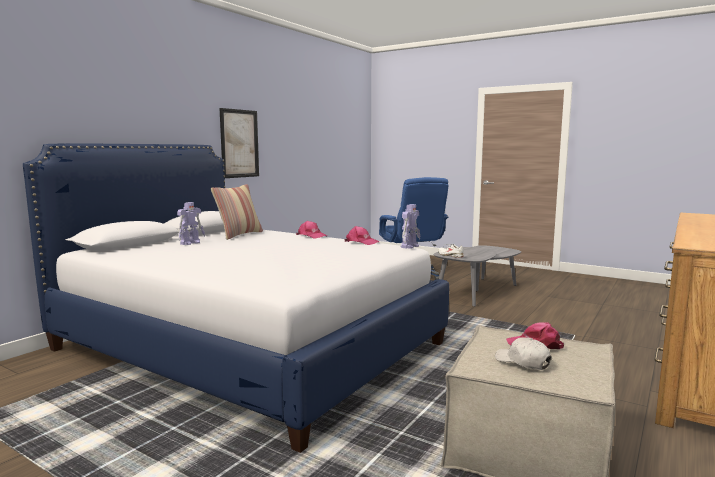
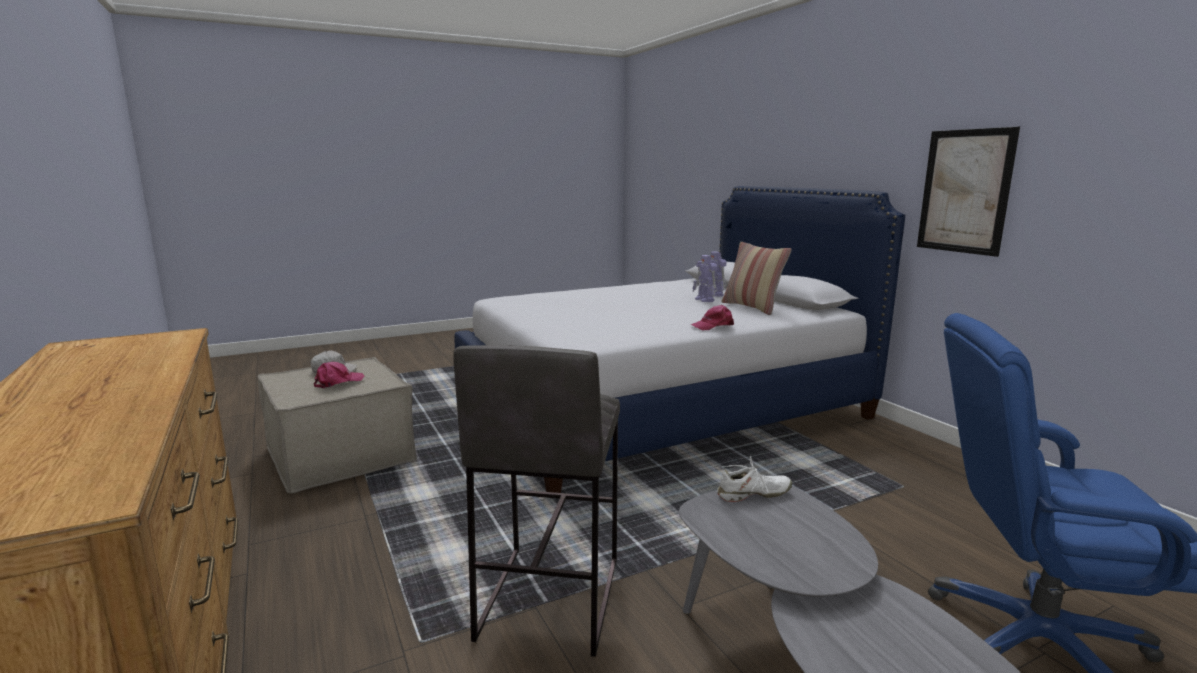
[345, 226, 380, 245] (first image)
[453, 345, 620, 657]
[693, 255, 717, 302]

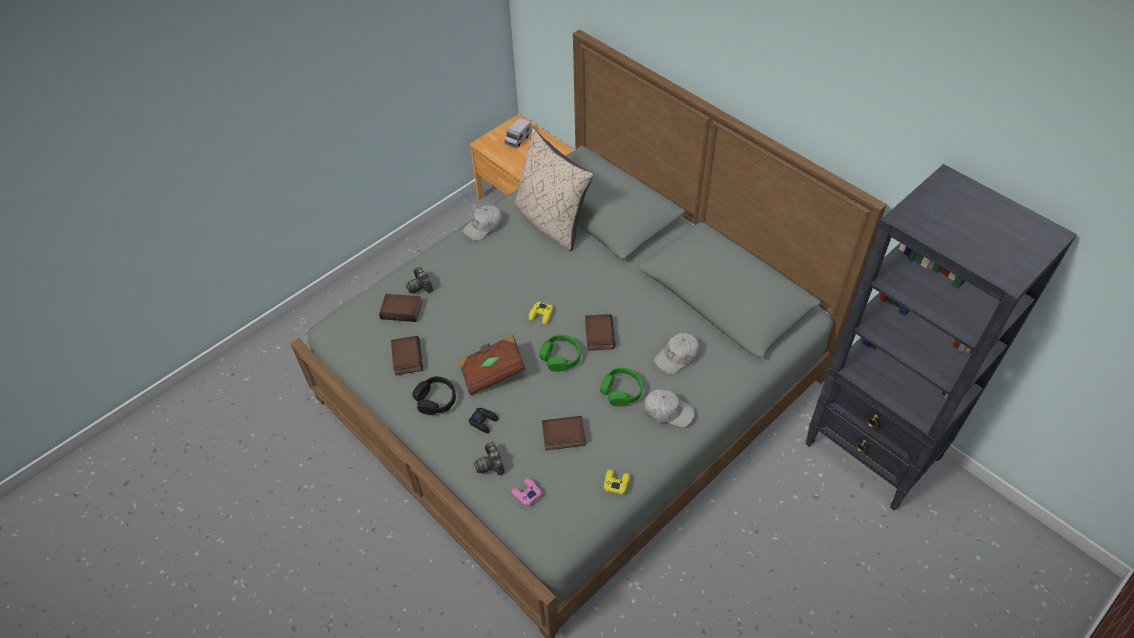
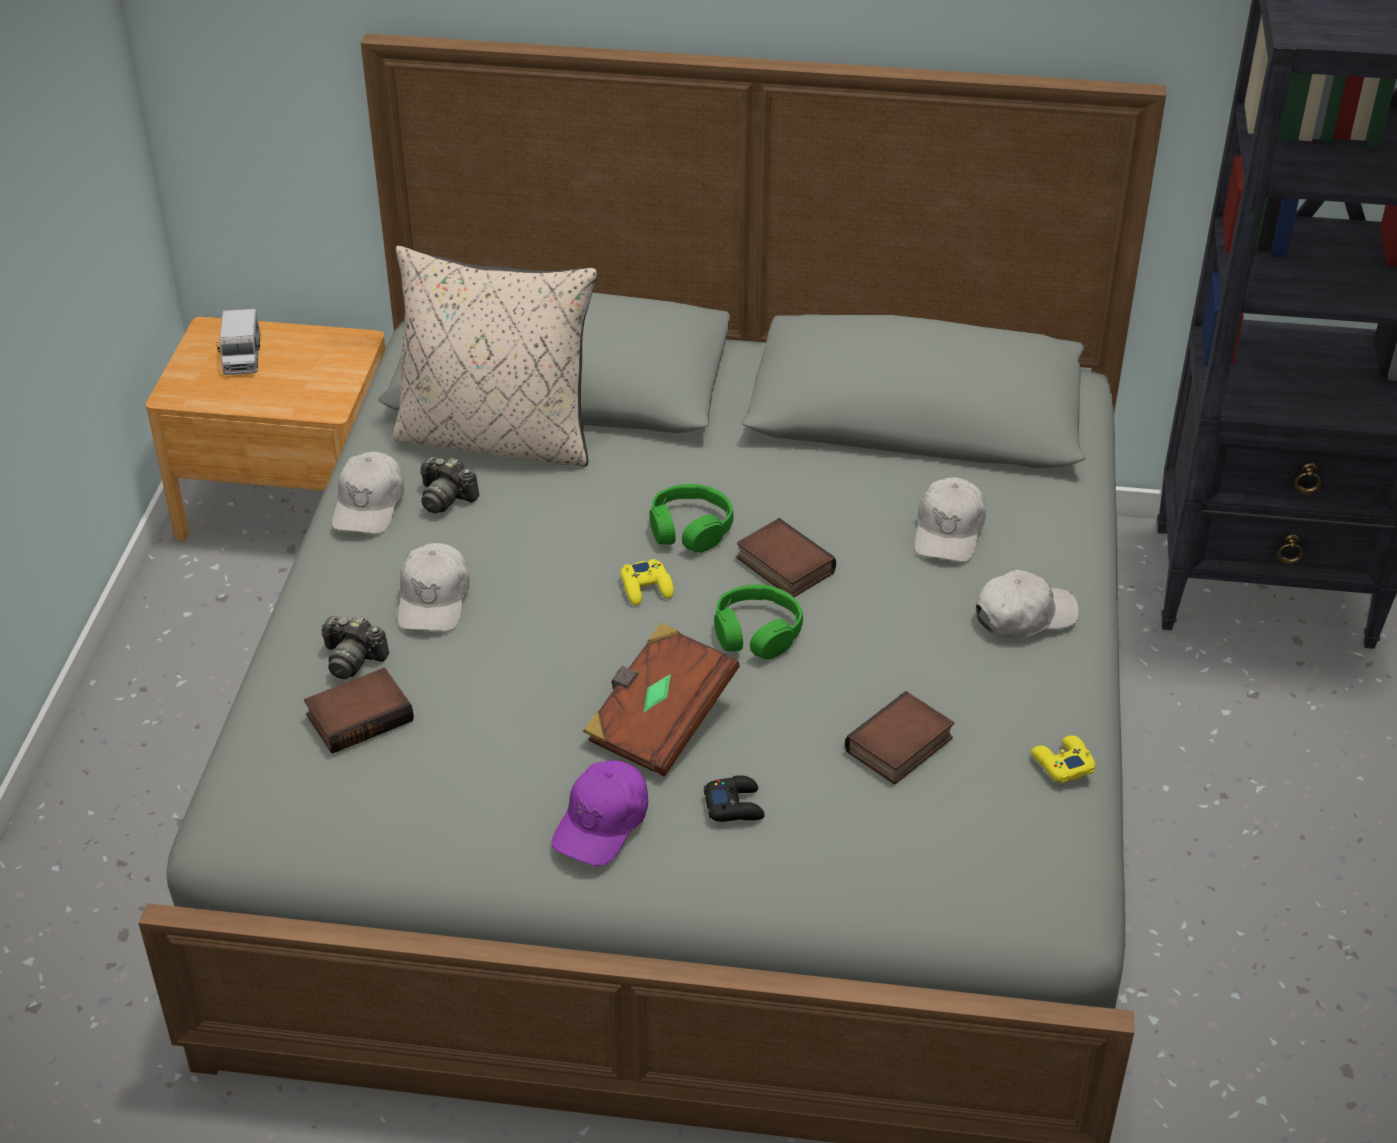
[391, 336, 423, 375] (first image)
[511, 478, 542, 506] (first image)
[397, 543, 470, 632]
[420, 456, 479, 514]
[649, 484, 734, 553]
[552, 760, 648, 866]

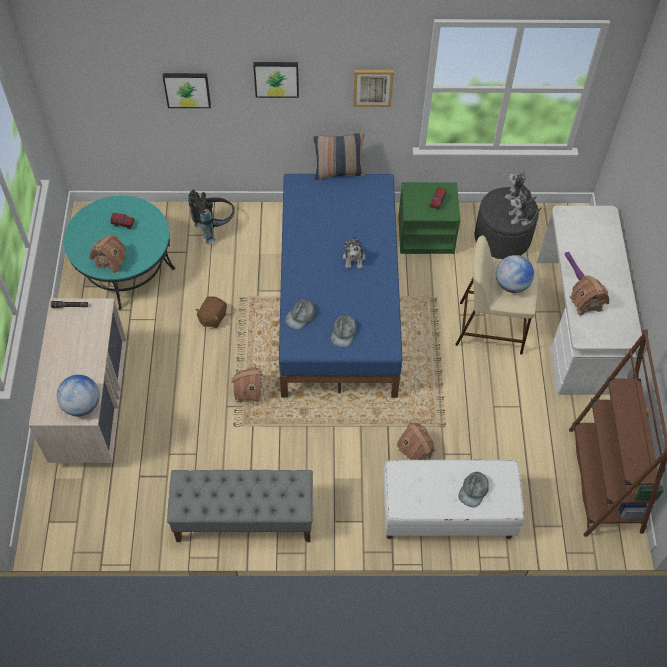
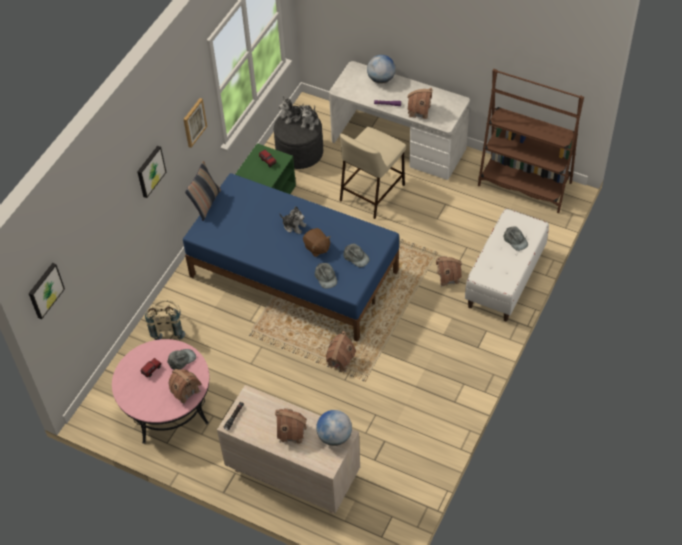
[167, 470, 313, 542] (first image)
[168, 349, 196, 370]
[275, 408, 307, 444]
[29, 263, 65, 319]
[303, 228, 331, 257]
[367, 55, 396, 84]
[112, 339, 209, 444]
[145, 300, 185, 340]

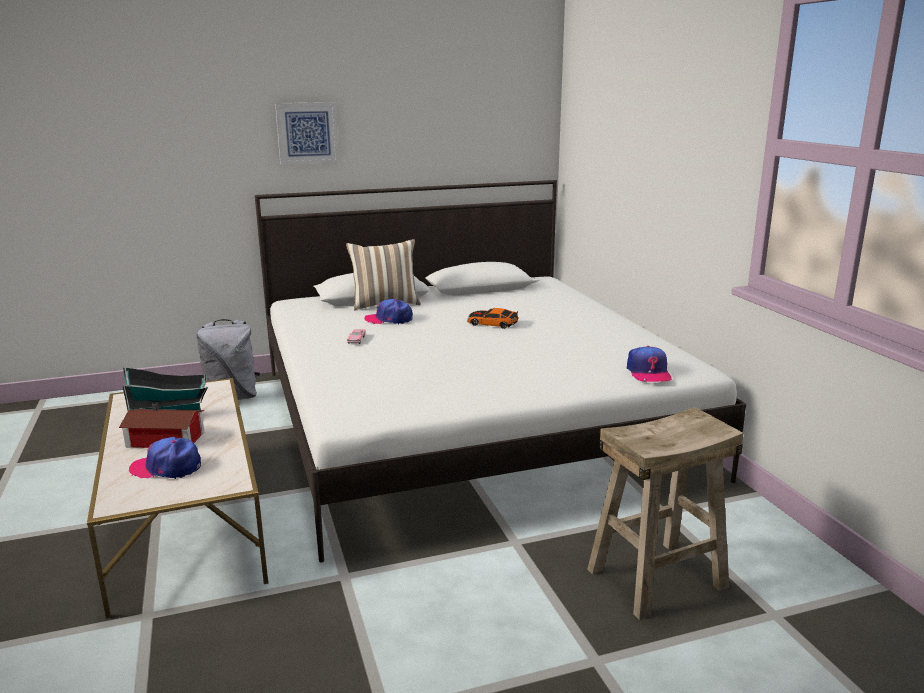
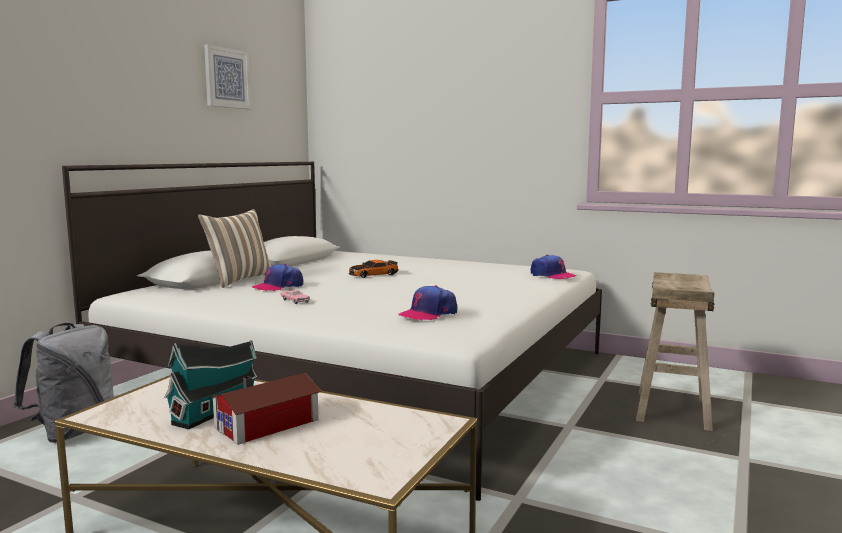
[398, 285, 457, 321]
[204, 44, 251, 109]

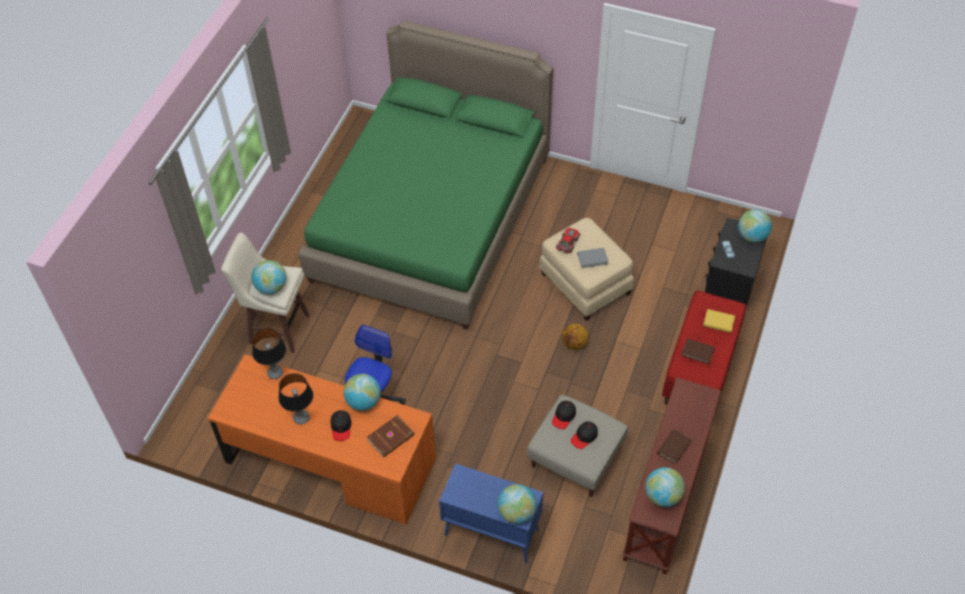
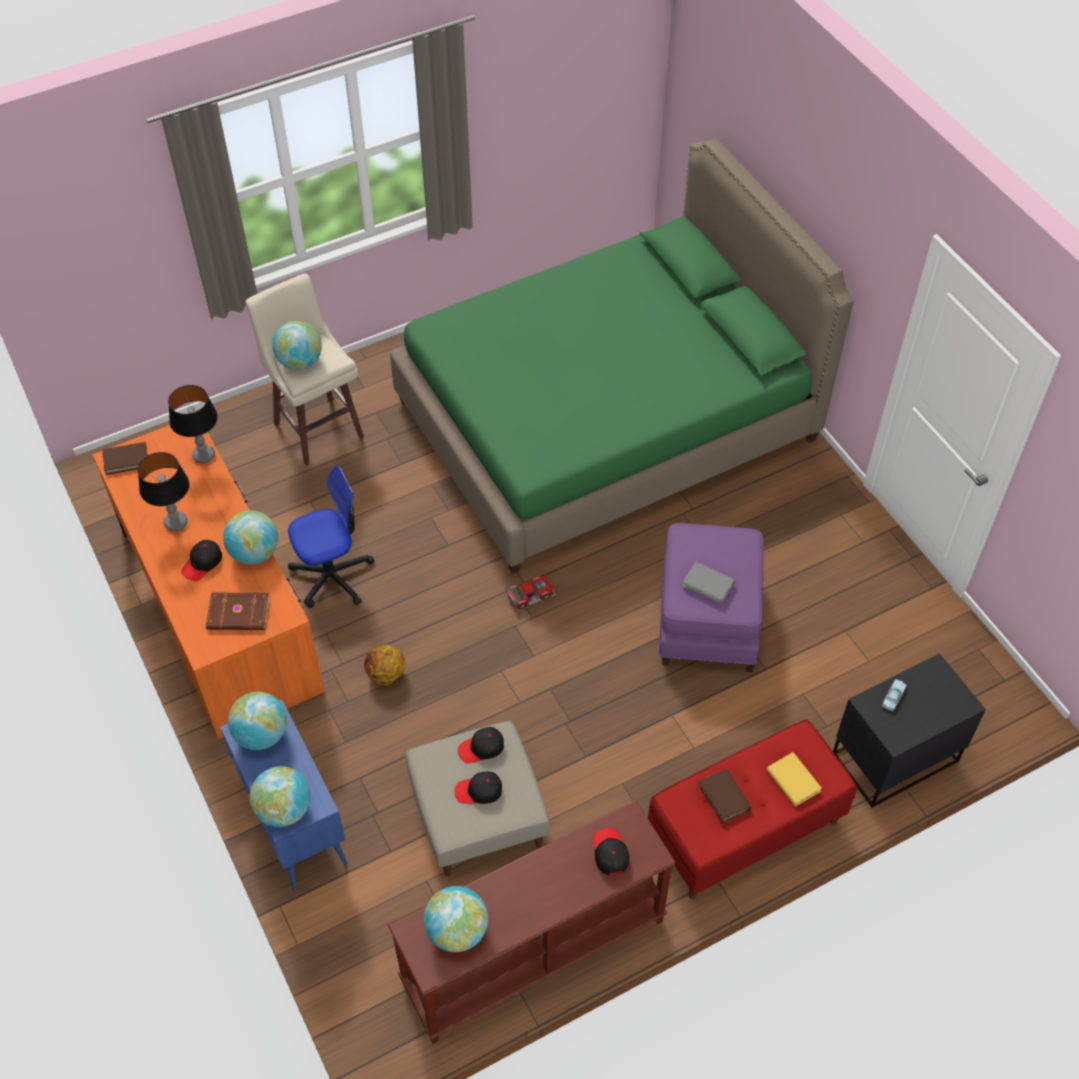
[593, 828, 629, 875]
[505, 576, 556, 609]
[364, 645, 406, 686]
[102, 442, 147, 475]
[228, 692, 287, 750]
[658, 523, 763, 672]

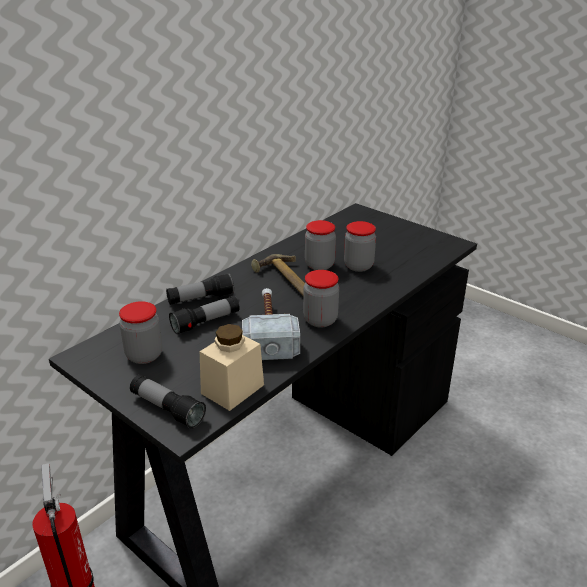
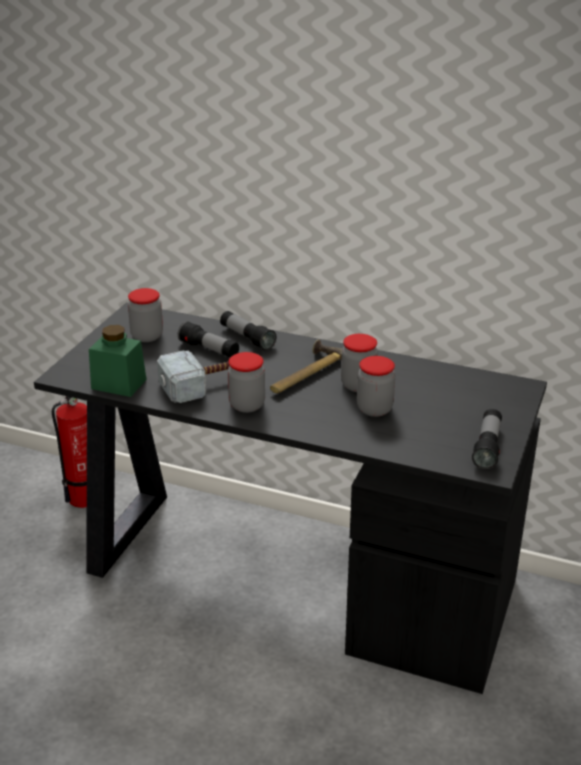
[472, 409, 502, 469]
[89, 325, 147, 397]

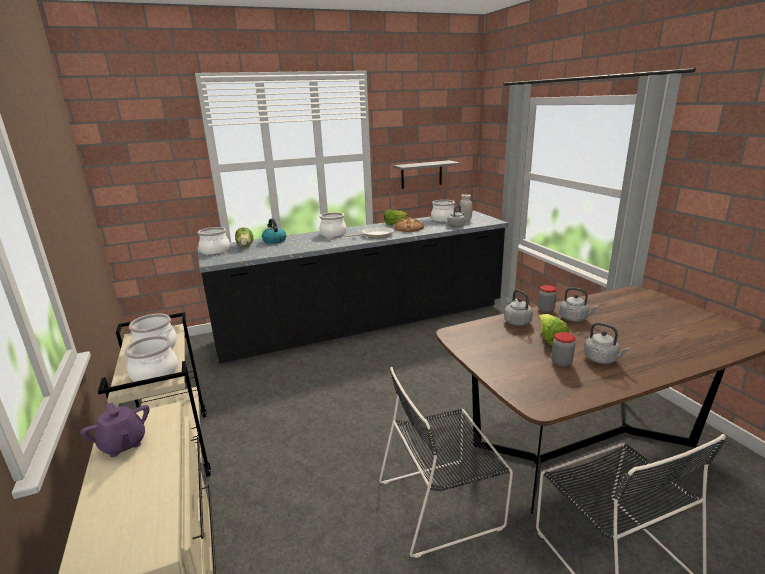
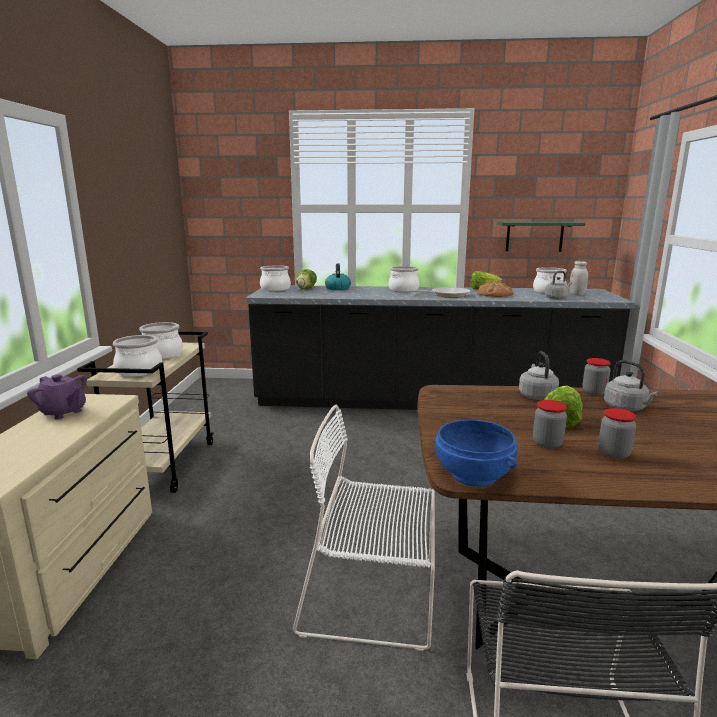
[435, 420, 518, 487]
[598, 408, 636, 459]
[293, 405, 435, 651]
[497, 222, 585, 252]
[27, 375, 87, 419]

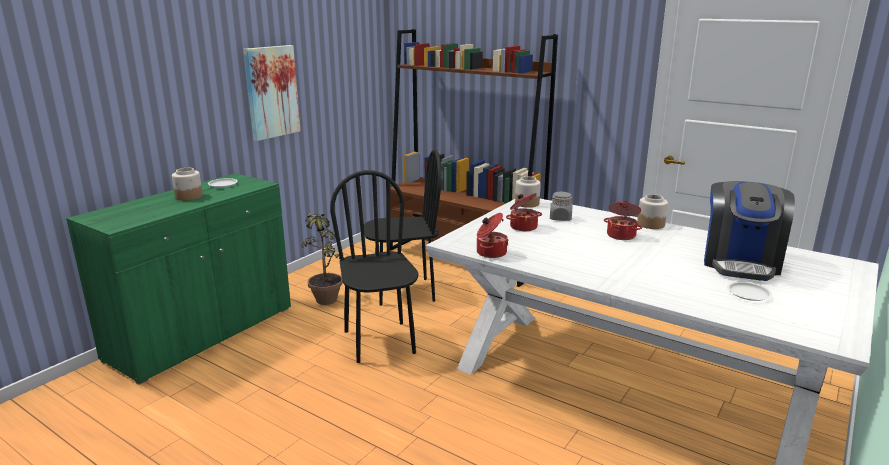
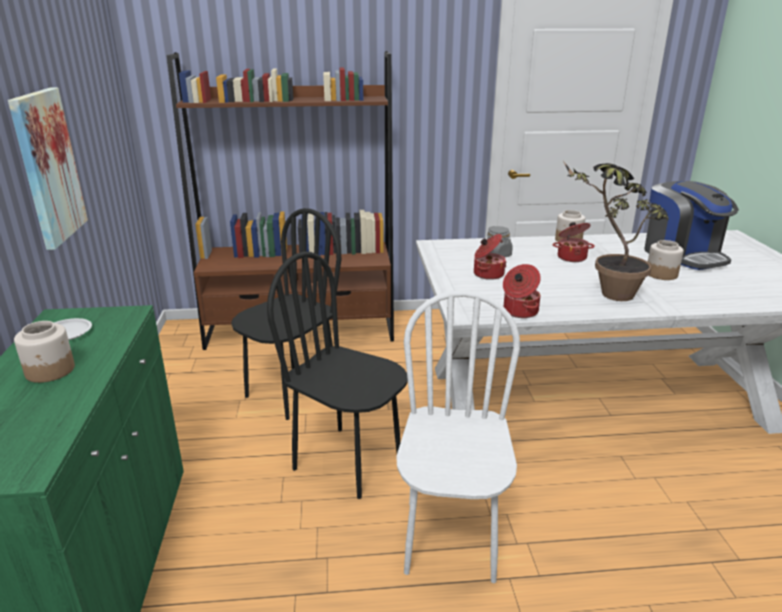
[727, 282, 772, 301] (first image)
[396, 290, 520, 583]
[563, 161, 669, 301]
[648, 240, 684, 280]

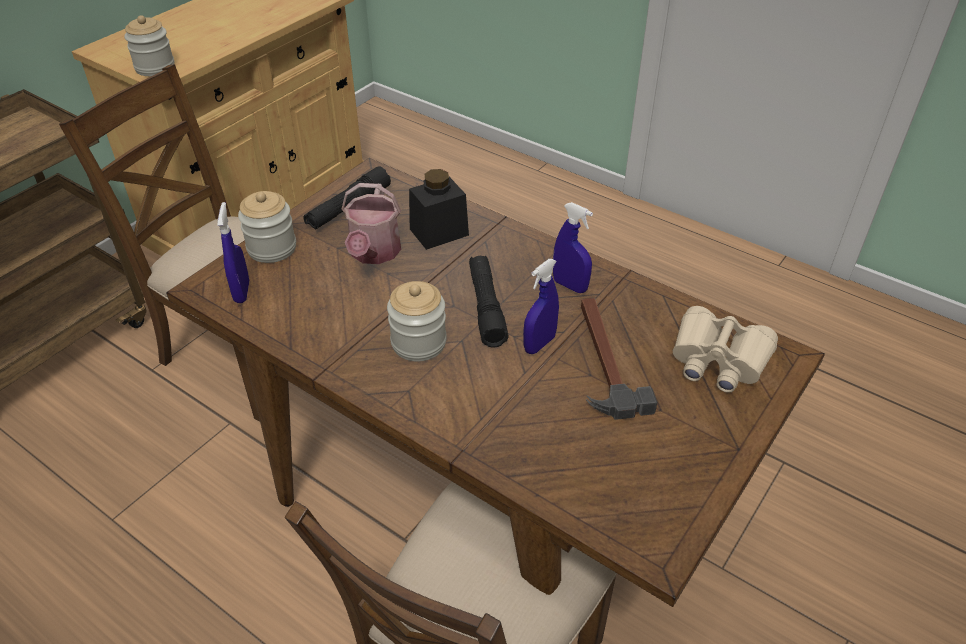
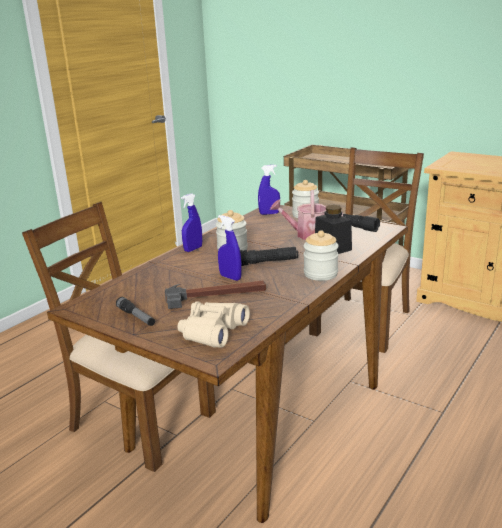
[116, 297, 155, 326]
[304, 230, 339, 281]
[181, 193, 202, 252]

